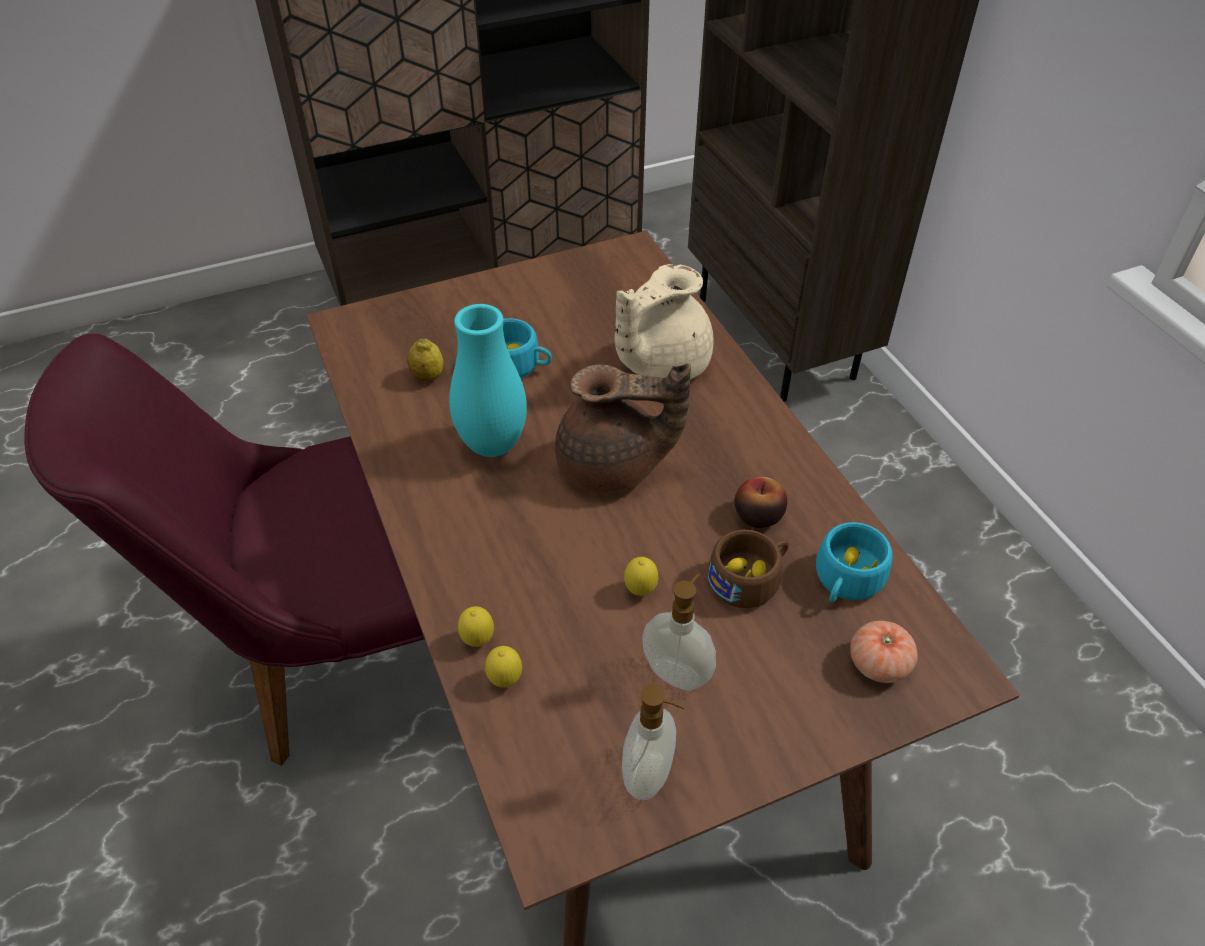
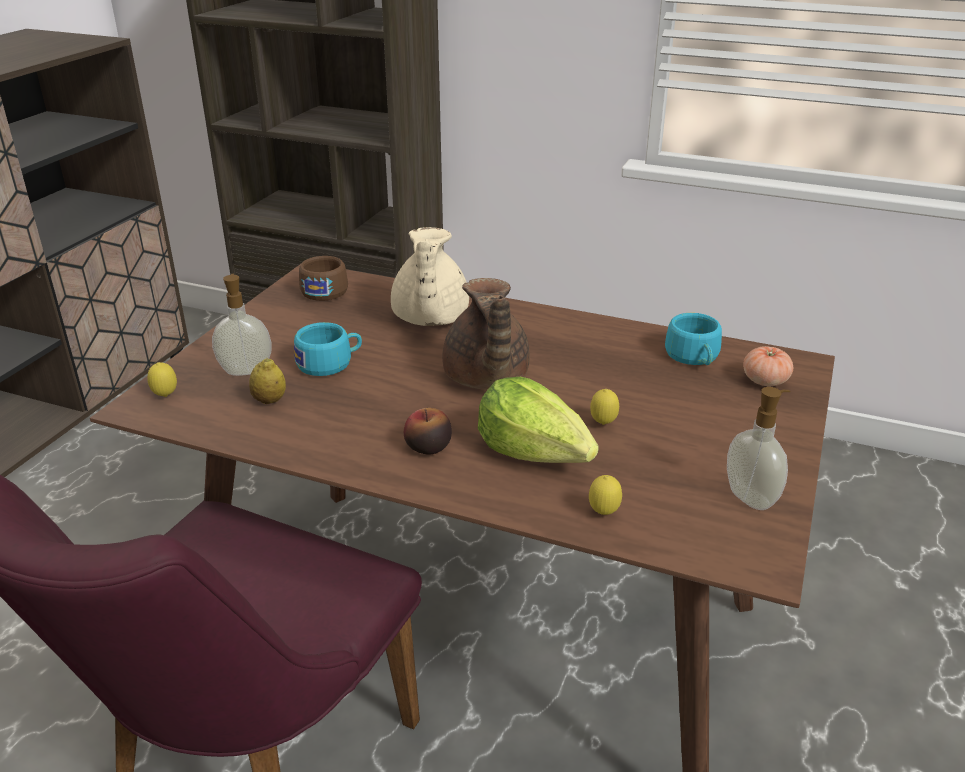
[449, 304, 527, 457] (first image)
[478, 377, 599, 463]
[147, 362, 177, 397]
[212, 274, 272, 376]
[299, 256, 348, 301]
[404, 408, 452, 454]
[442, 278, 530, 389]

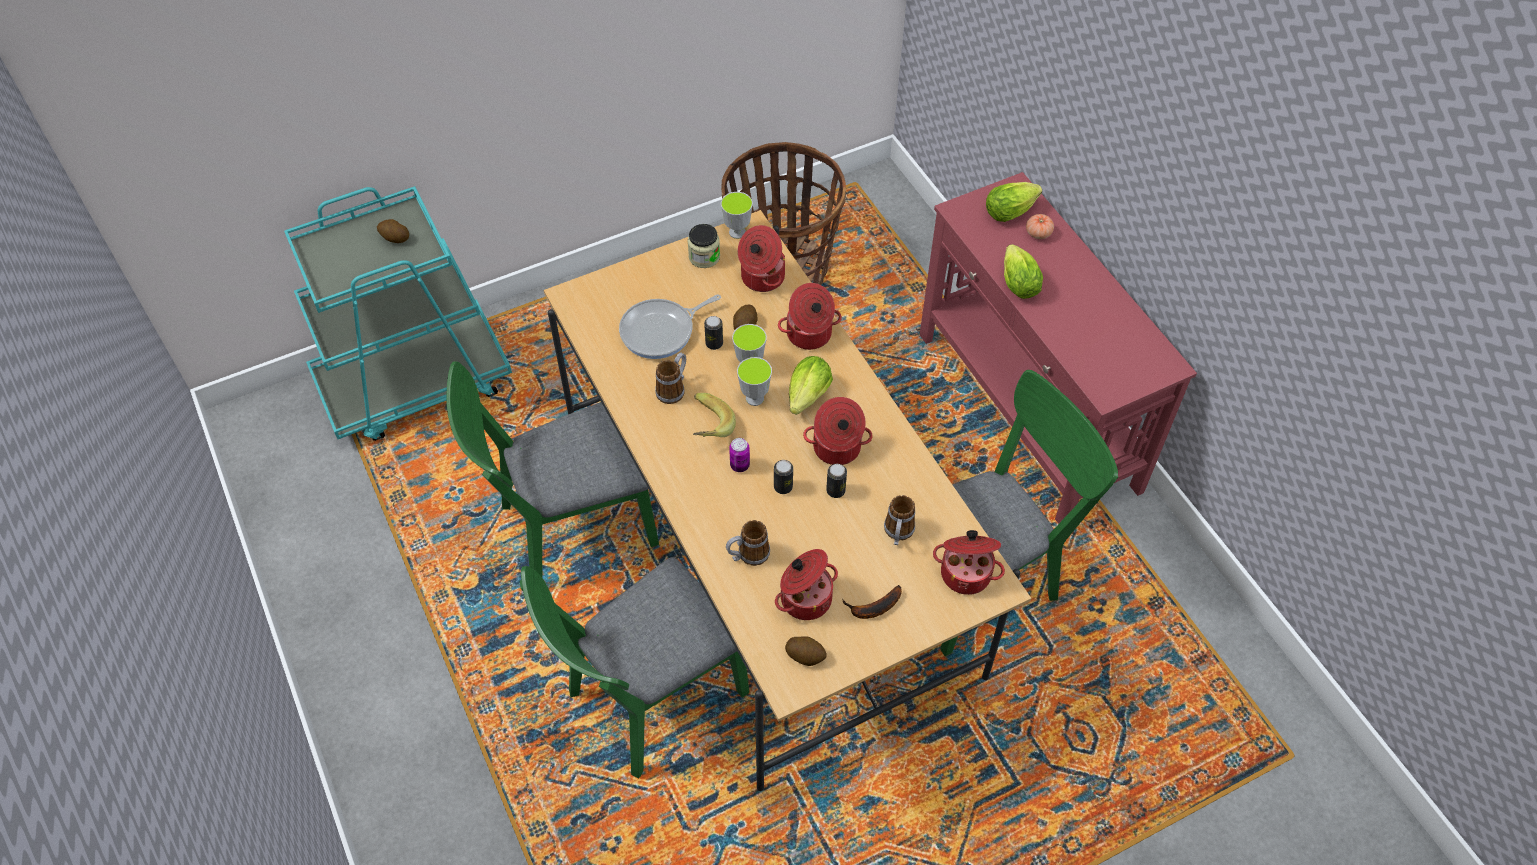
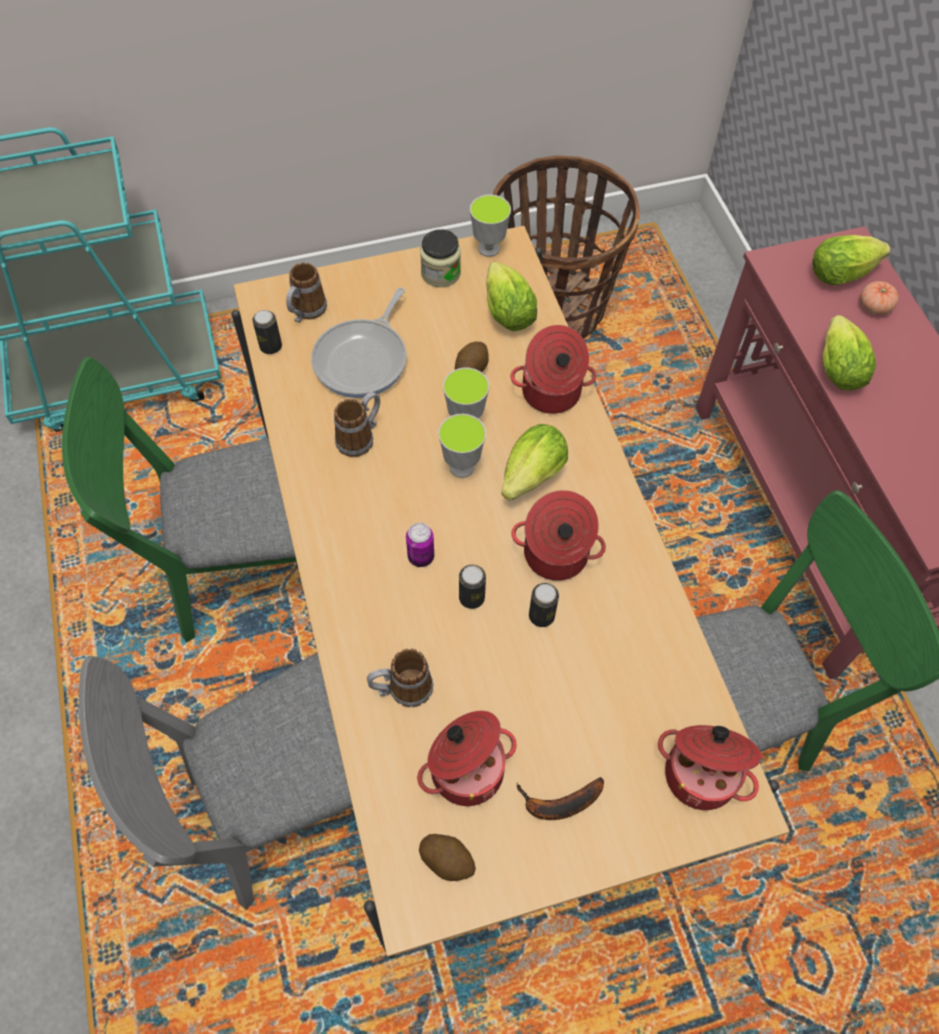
[377, 219, 409, 243] (first image)
[693, 393, 736, 437] (first image)
[252, 310, 282, 354]
[286, 262, 327, 323]
[486, 261, 537, 331]
[79, 653, 353, 910]
[311, 287, 407, 398]

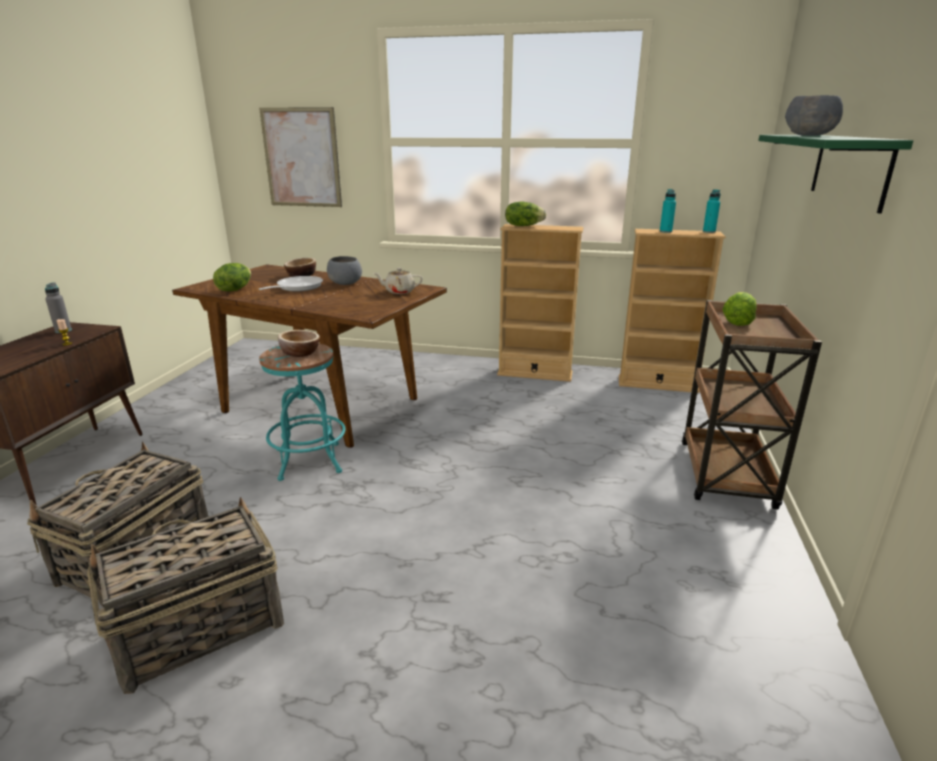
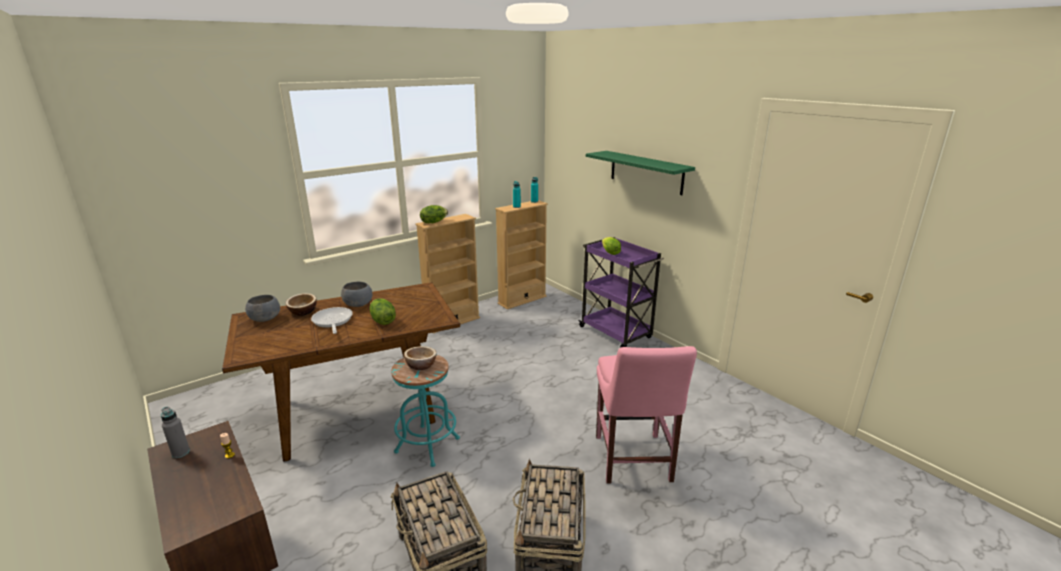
[259, 107, 342, 207] (first image)
[374, 268, 423, 294] (first image)
[596, 346, 697, 483]
[370, 299, 396, 325]
[245, 295, 280, 322]
[578, 237, 664, 348]

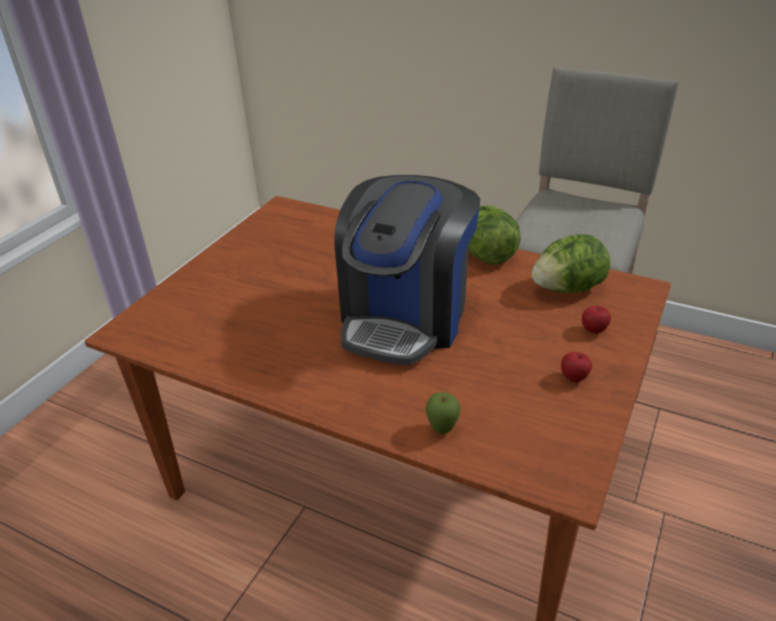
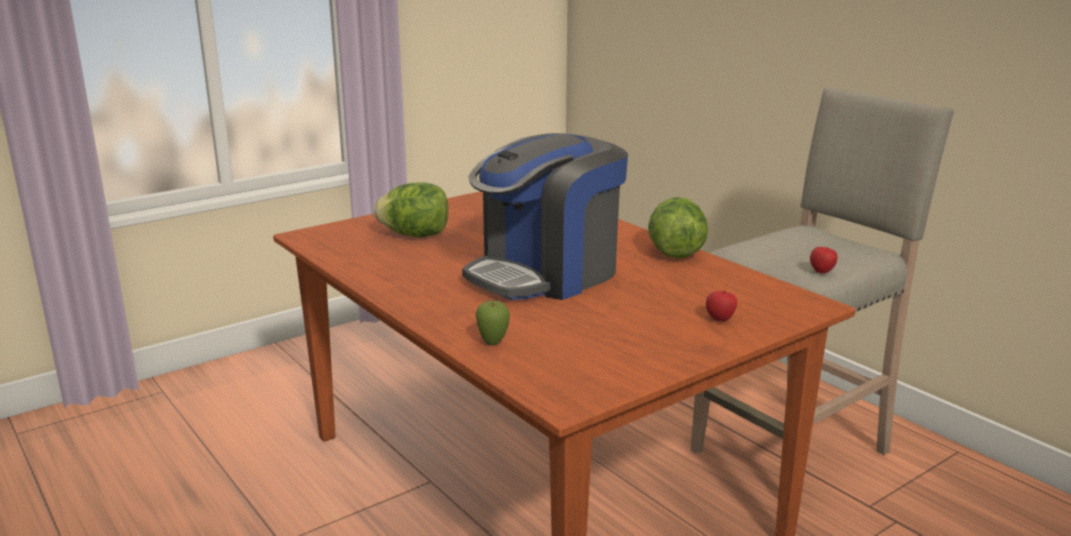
[374, 182, 448, 237]
[810, 247, 837, 274]

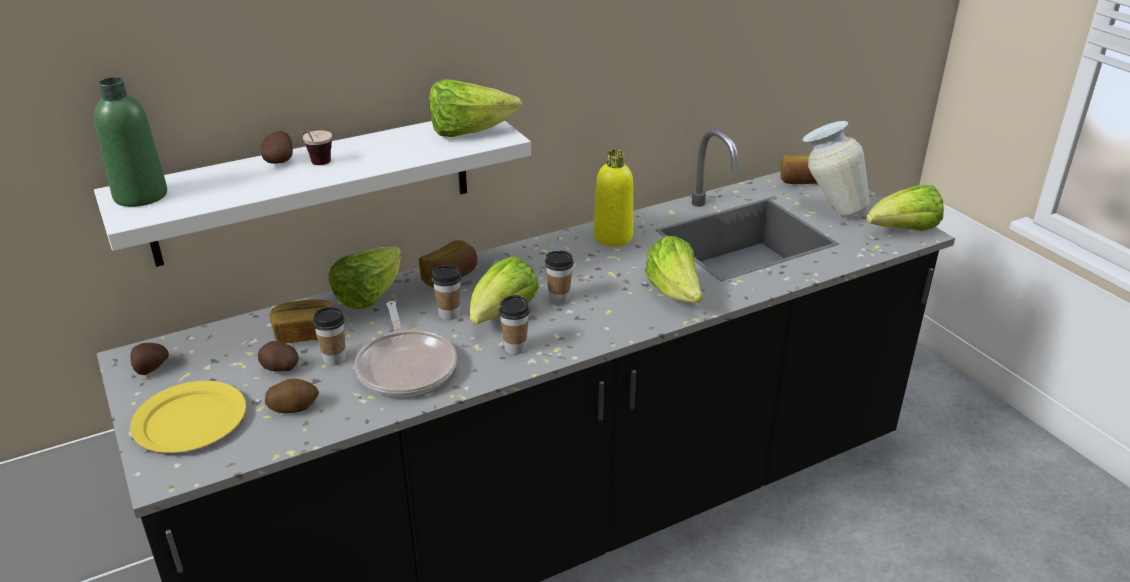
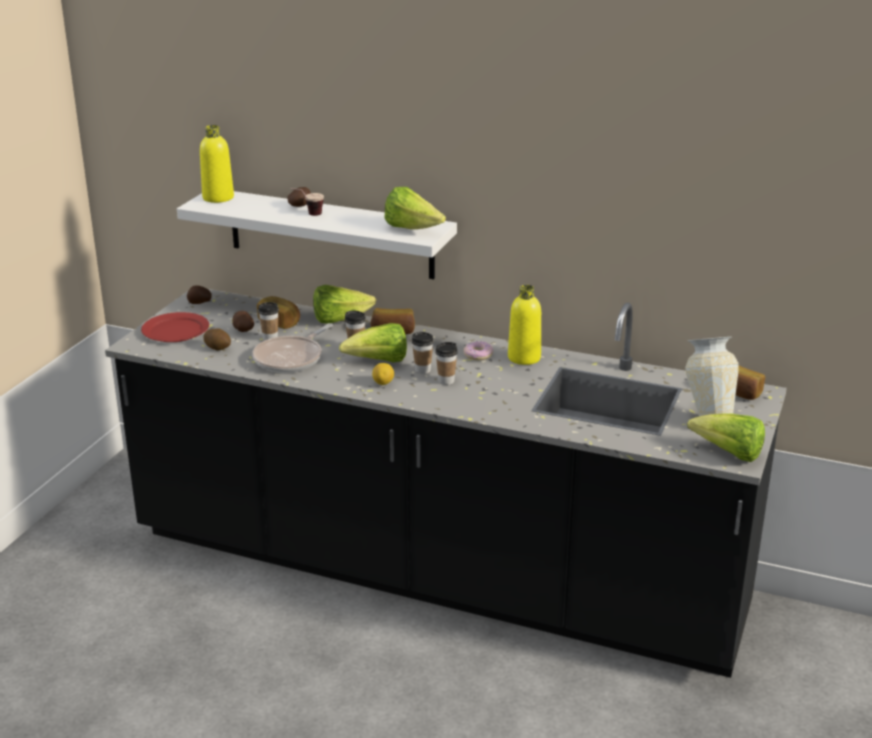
[645, 236, 703, 303] (first image)
[372, 363, 394, 385]
[464, 341, 493, 360]
[435, 342, 458, 385]
[200, 125, 234, 203]
[141, 312, 209, 342]

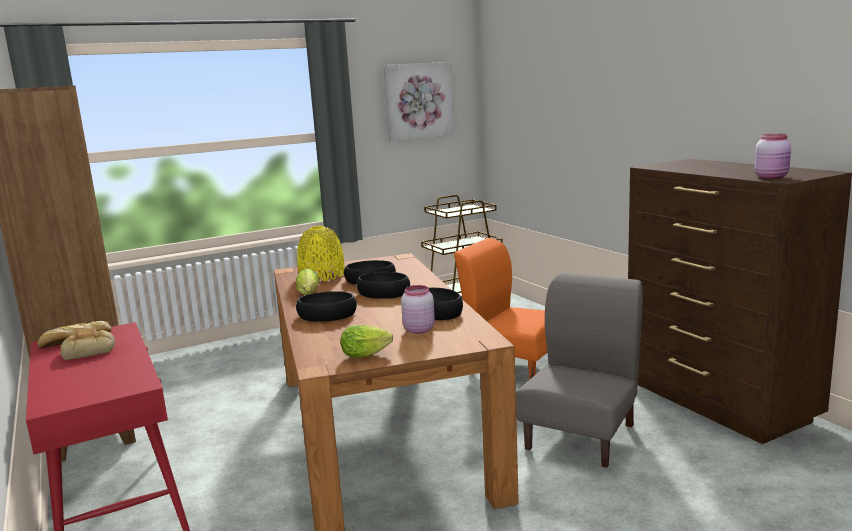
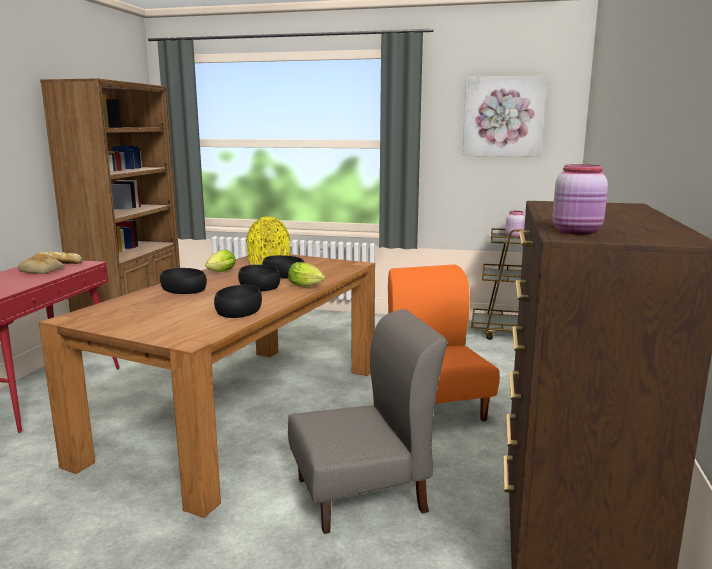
[288, 262, 325, 287]
[505, 211, 525, 237]

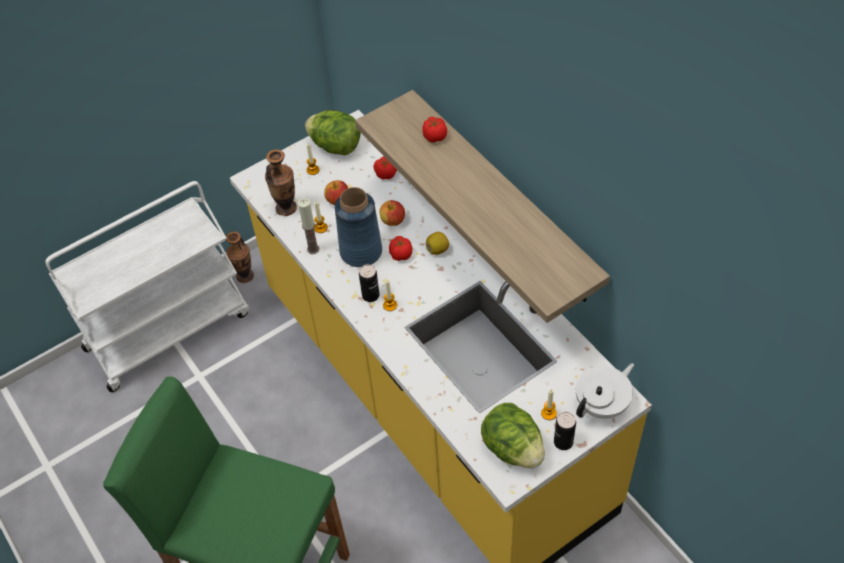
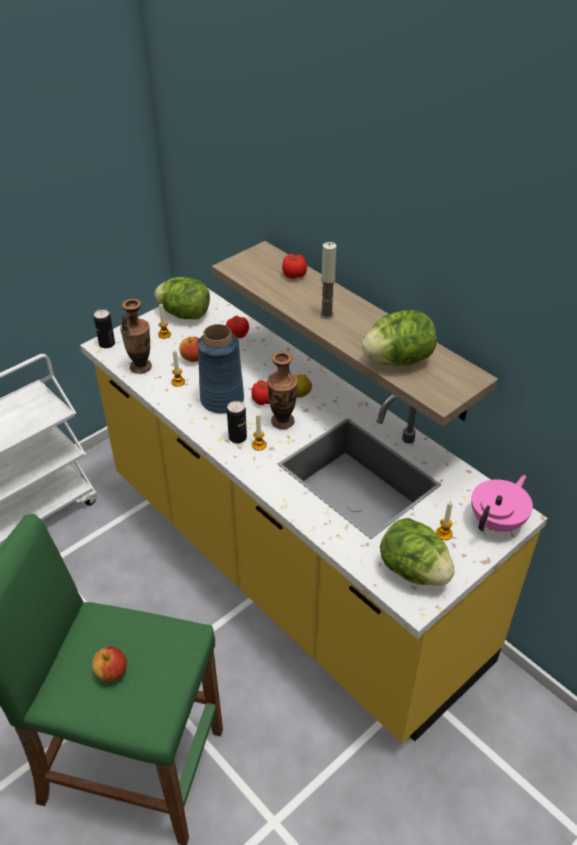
[361, 310, 437, 366]
[267, 351, 298, 429]
[320, 242, 336, 319]
[92, 647, 127, 682]
[94, 309, 115, 348]
[471, 475, 533, 532]

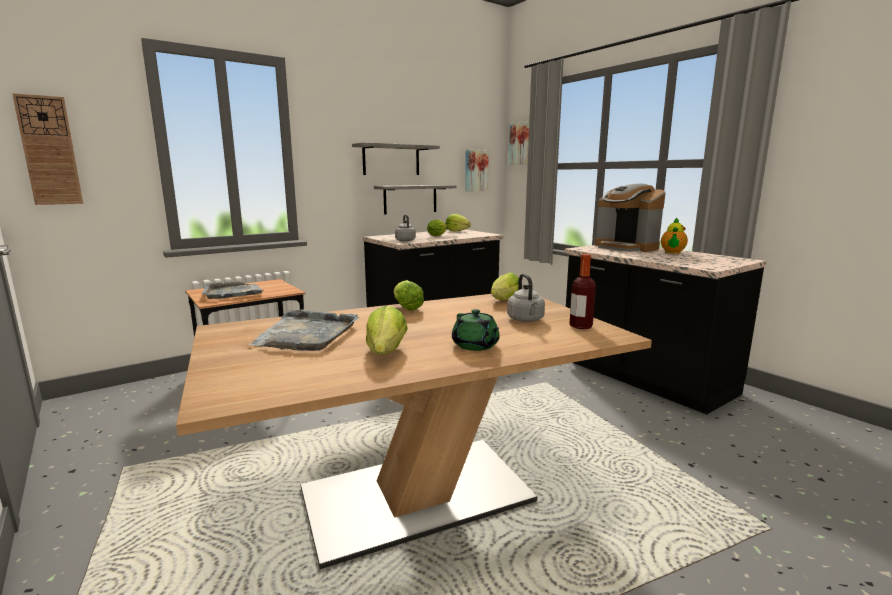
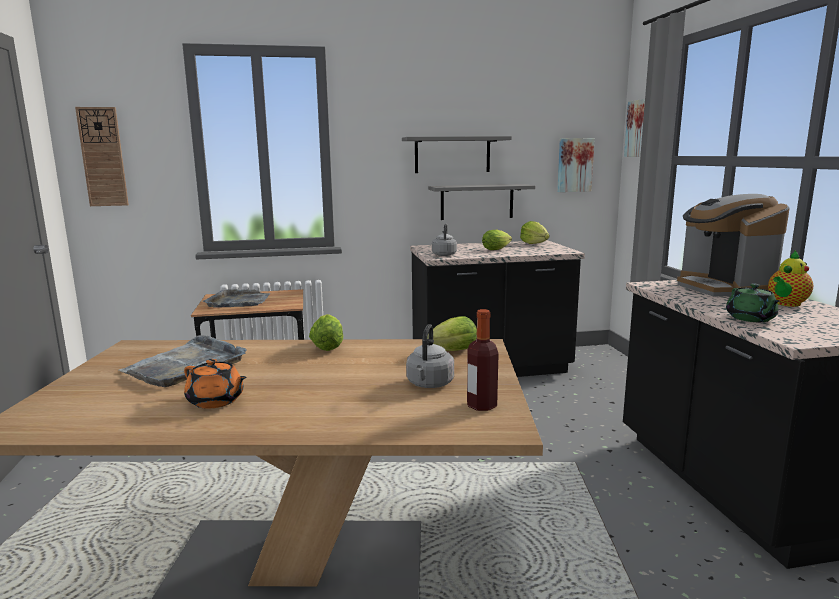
[726, 284, 780, 322]
[184, 359, 247, 409]

